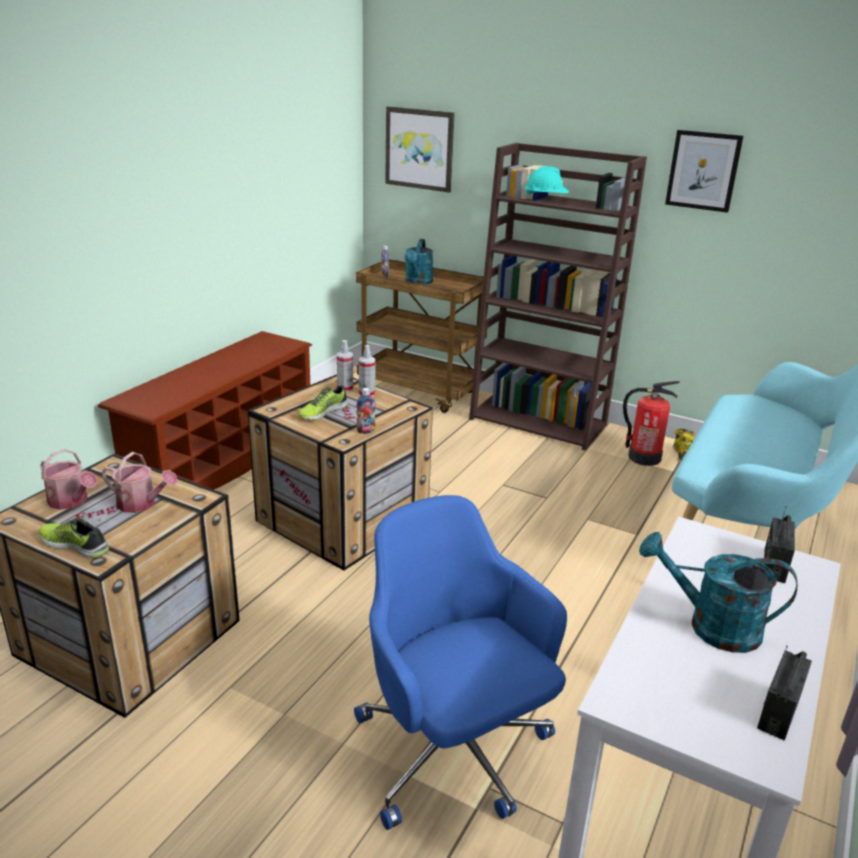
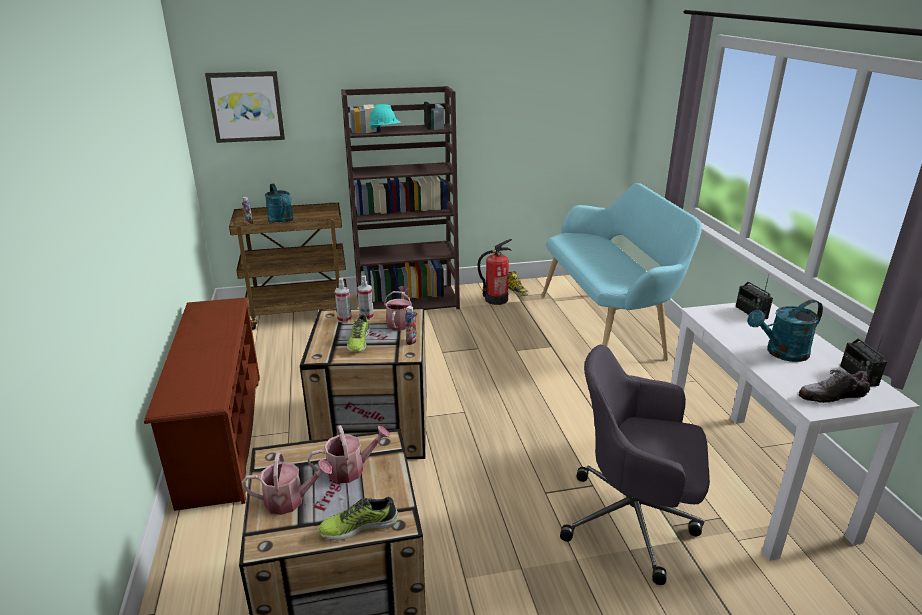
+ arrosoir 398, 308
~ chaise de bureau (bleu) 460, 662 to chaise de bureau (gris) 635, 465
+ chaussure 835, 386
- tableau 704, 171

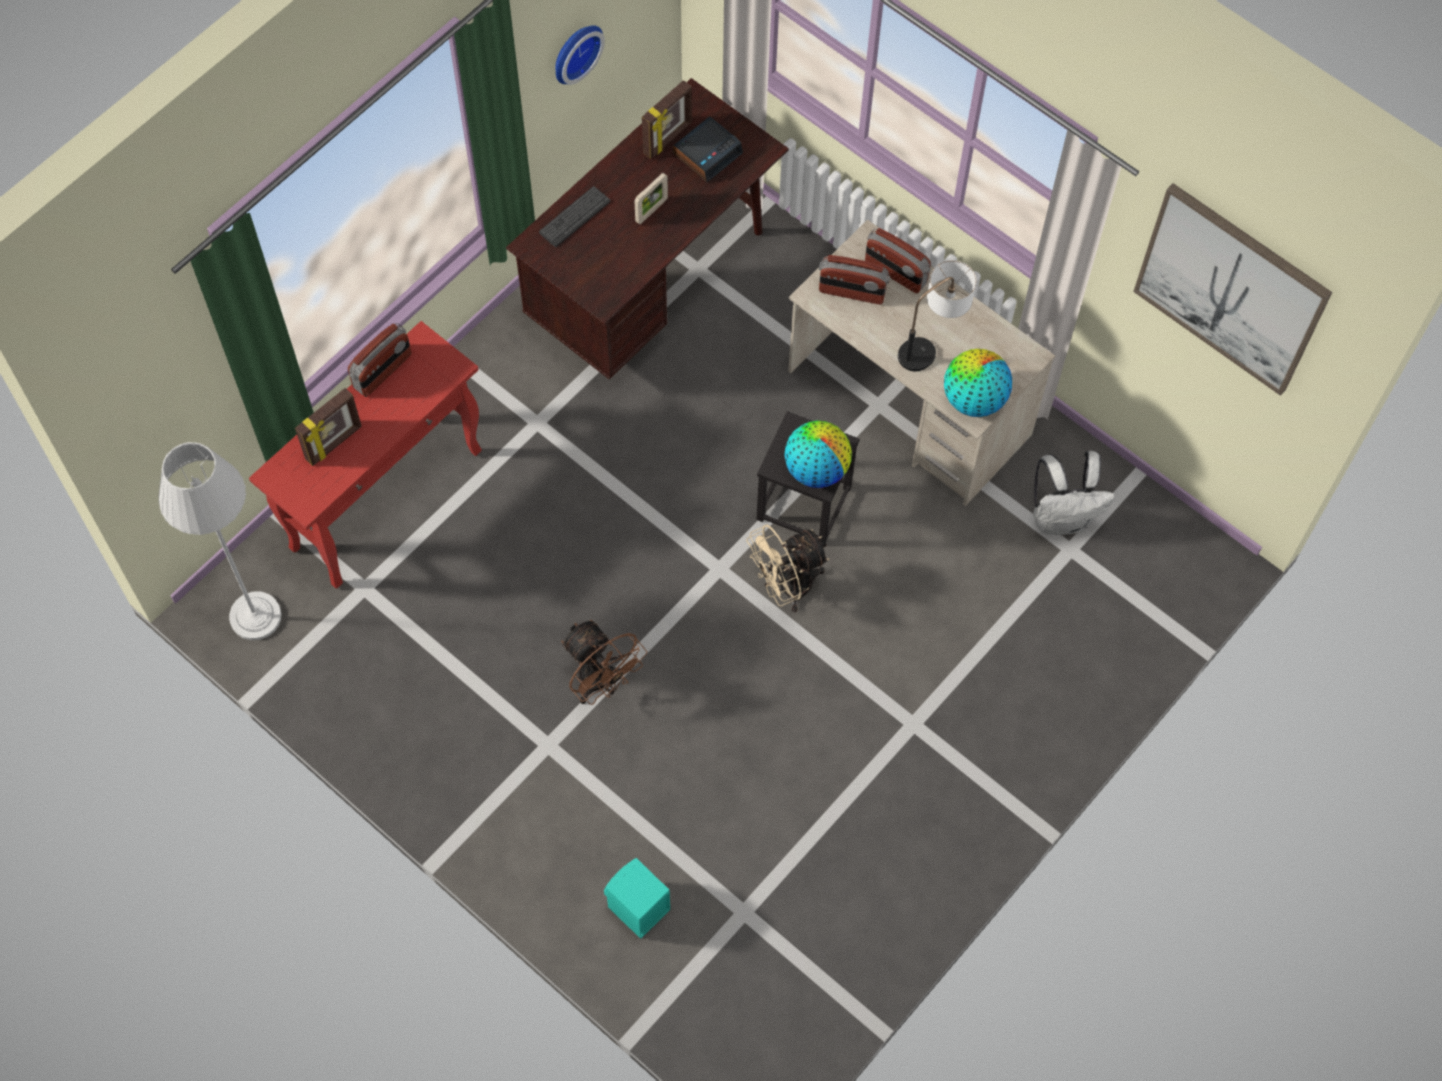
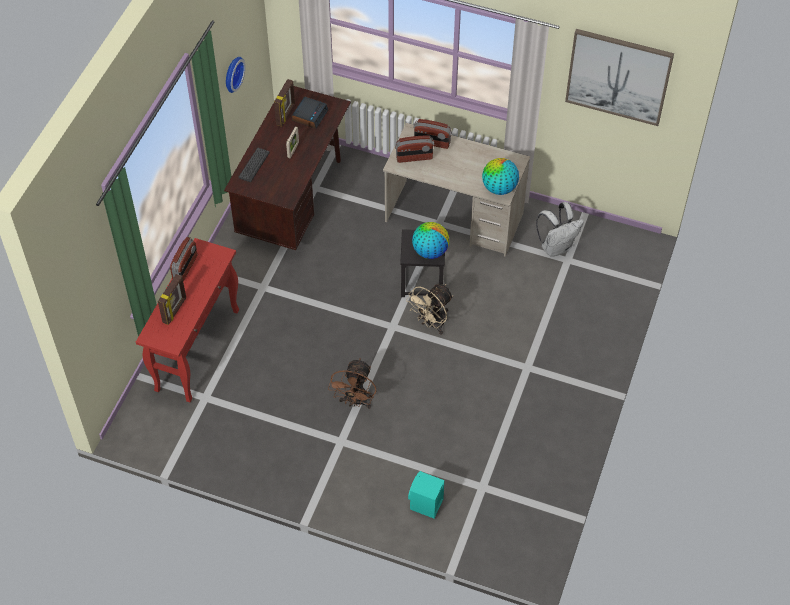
~ ventilateur (marron) 604, 662 = 352, 383 75 degrees clockwise
- lampadaire (gris) 220, 541
- lampe de table 937, 315

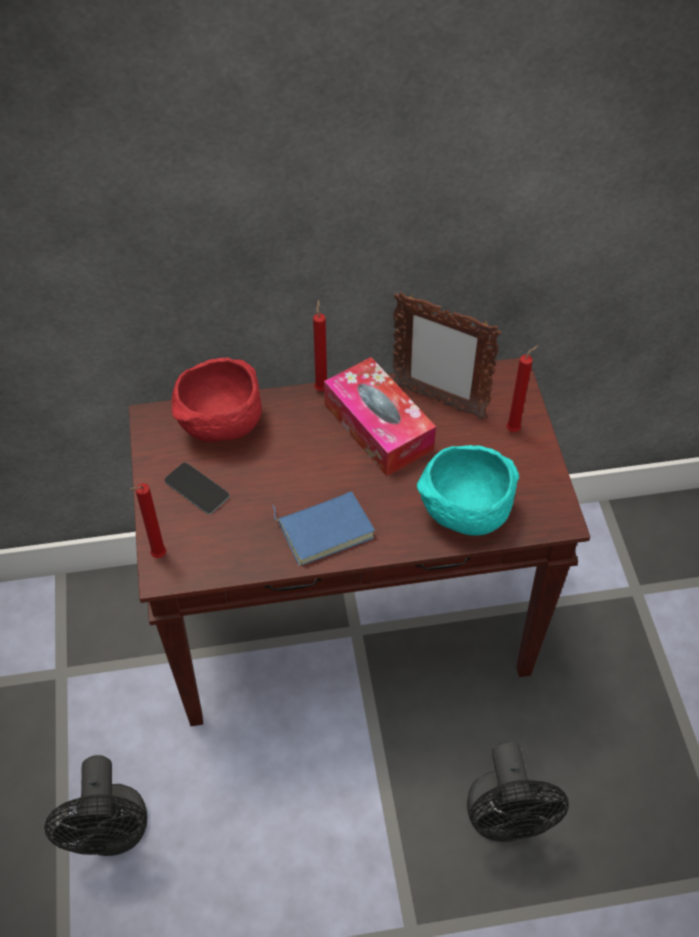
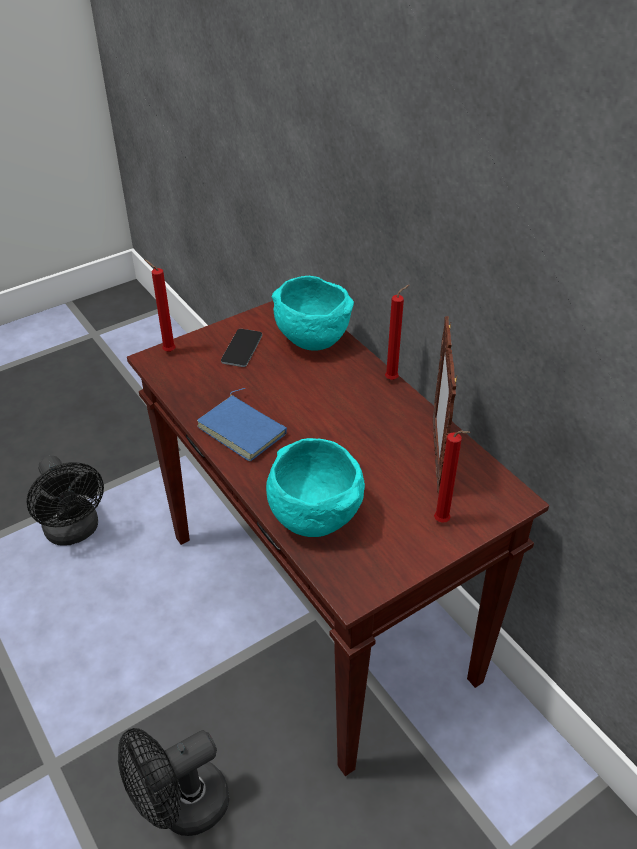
~ ventilateur (noir) 95, 805 = 65, 501 90 degrees counterclockwise
~ bol (rouge) 217, 400 to bol (turquoise) 313, 313
- boîte à mouchoirs 380, 417

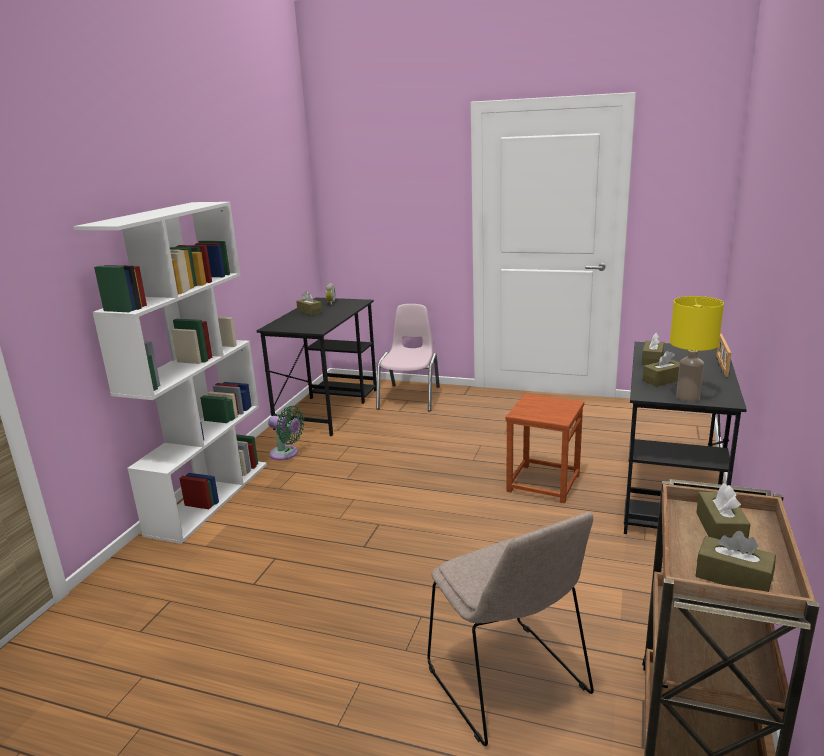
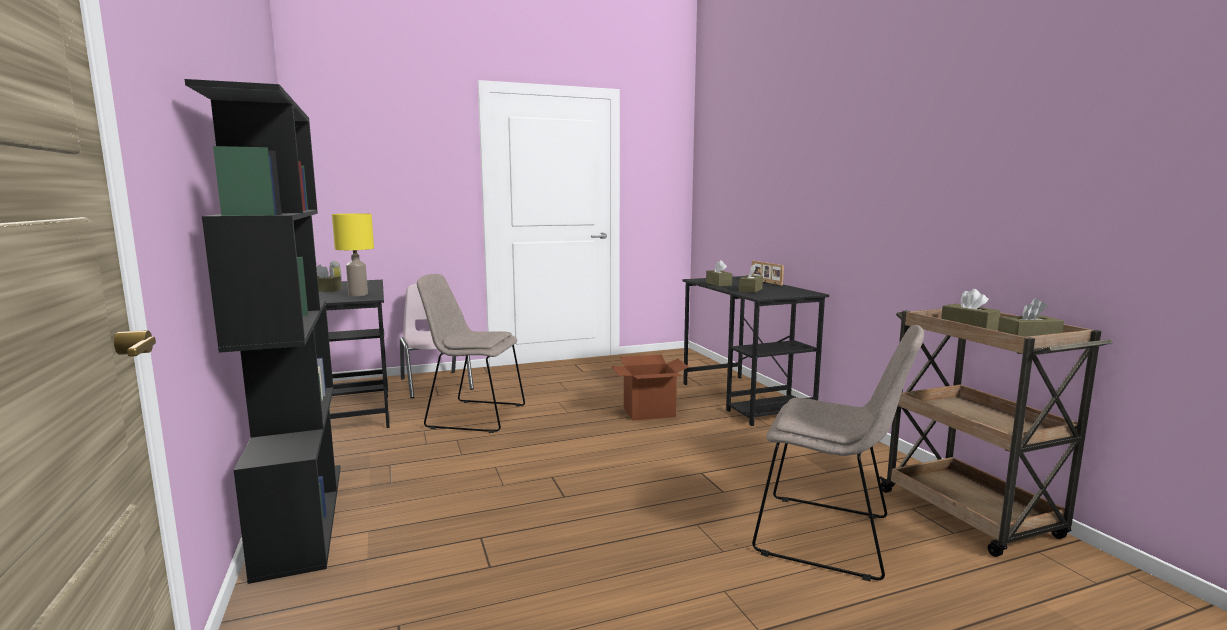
~ bibliothèque (blanc) 170, 373 to bibliothèque (noir) 263, 331
~ lampe de table (jaune) 697, 348 to 353, 255
+ chaise (beige) 471, 353
~ tabouret (marron) 544, 448 to carton 649, 388
- ventilateur (vert) 286, 433

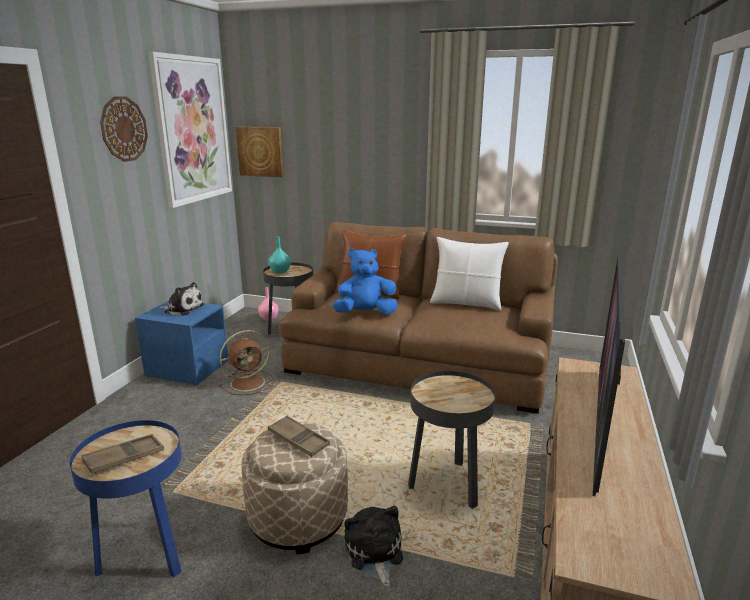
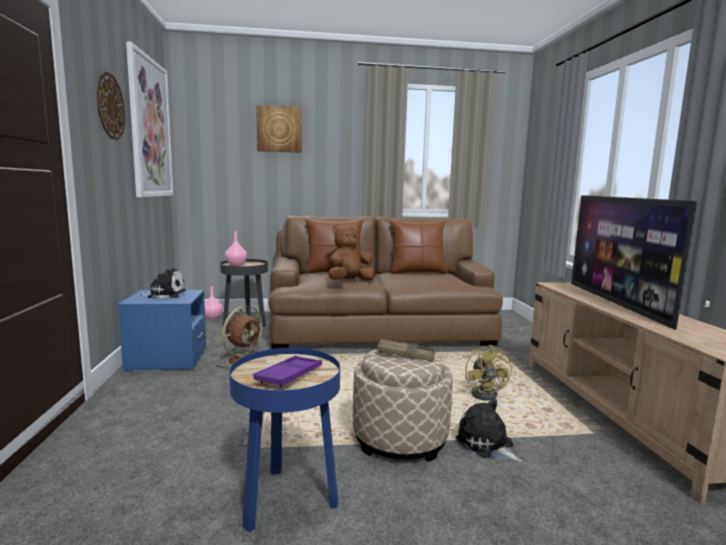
~ vase (turquoise) 279, 255 to vase (rose) 236, 248
~ plateau (marron) 122, 454 to plateau (violet) 287, 371
~ tableau 260, 152 to 279, 129
~ peluche (bleu) 365, 281 to peluche (marron) 352, 253
~ coussin (blanc) 469, 274 to coussin (marron) 418, 247
~ table d'appoint (noir) 452, 440 to ventilateur (jaune) 488, 373

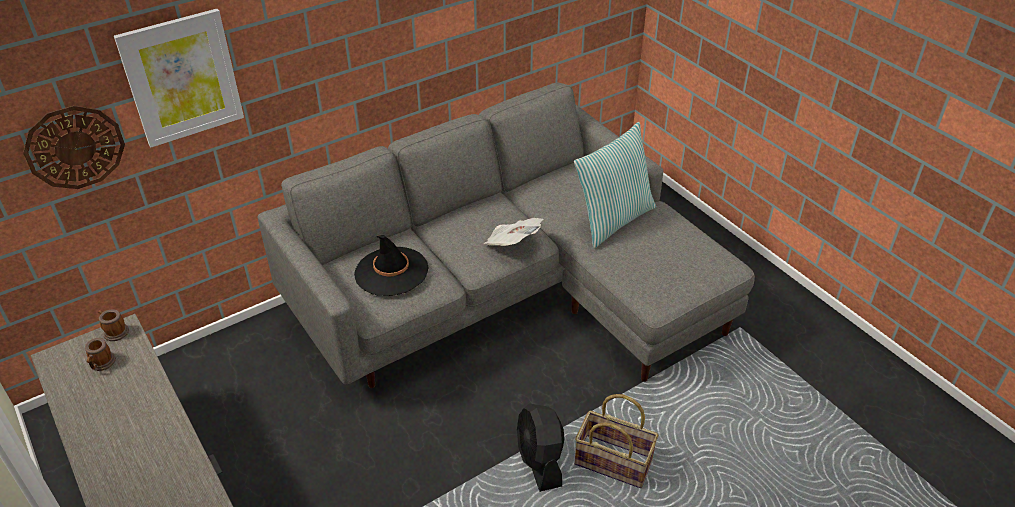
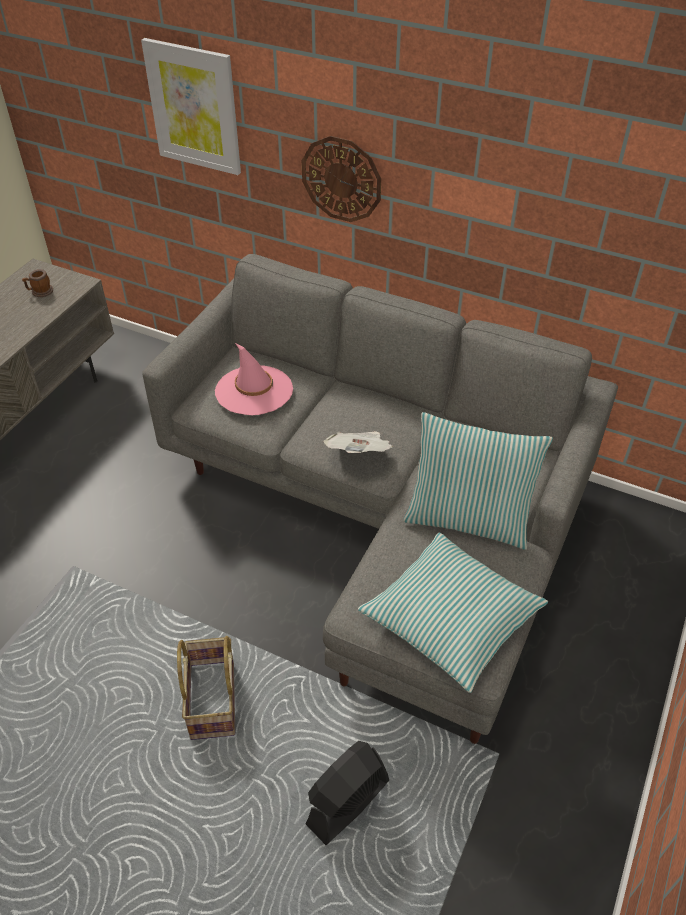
~ chapeau (noir) 391, 265 to chapeau (rose) 254, 379
~ horloge murale 74, 147 to 341, 179
~ ventilateur (noir) 541, 447 to 347, 793
+ coussin 453, 612
- mug 113, 325

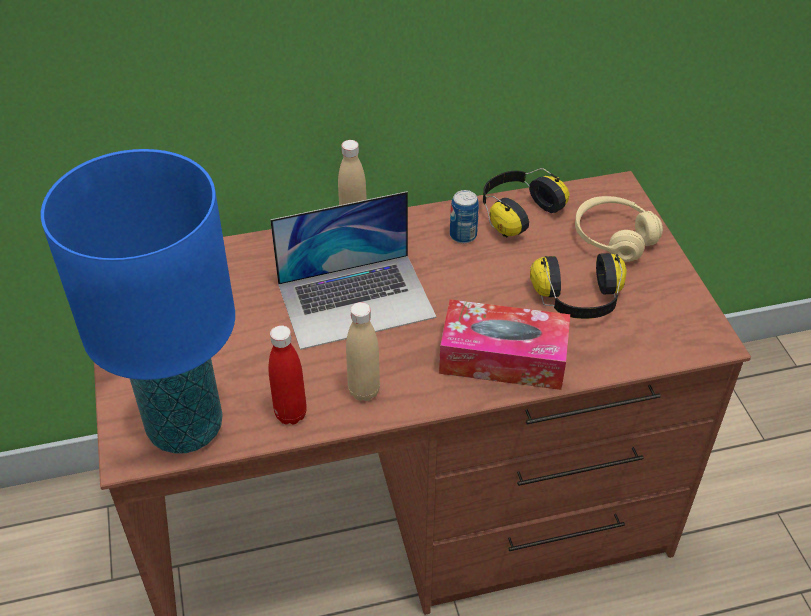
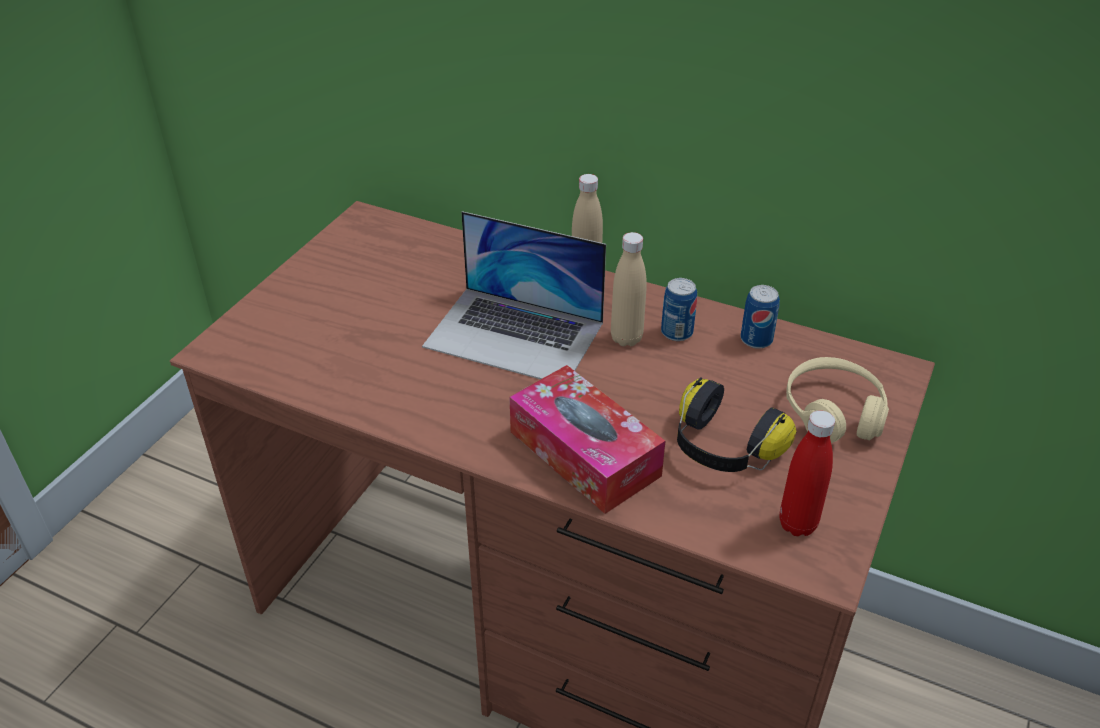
~ bouteille (beige) 363, 351 to 629, 289
~ casque audio 526, 202 to boîte métallique 760, 317
~ bouteille (rouge) 288, 375 to 807, 473
- lampe de table (bleu) 138, 301

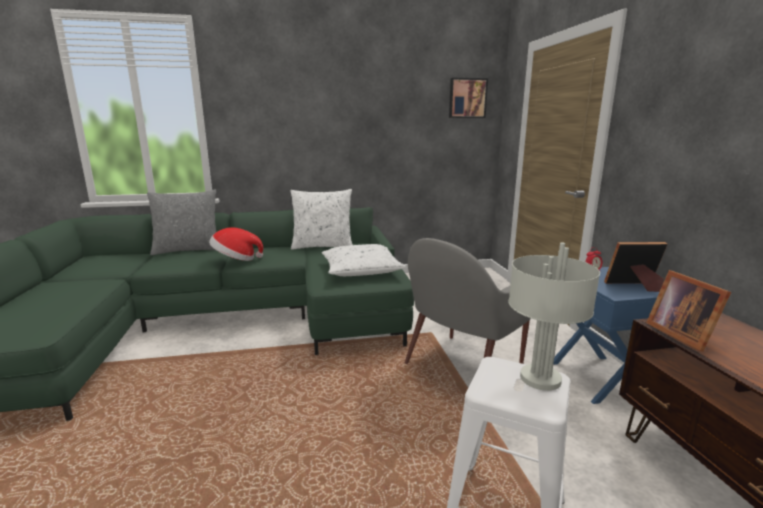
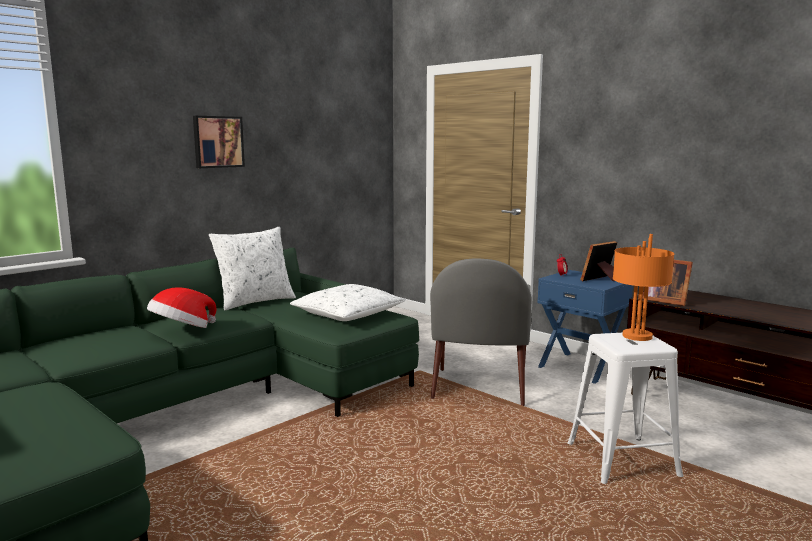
~ tableau 468, 98 to 219, 142
~ lampe de table (gris) 554, 317 to lampe de table (orange) 644, 287
- coussin (gris) 182, 222

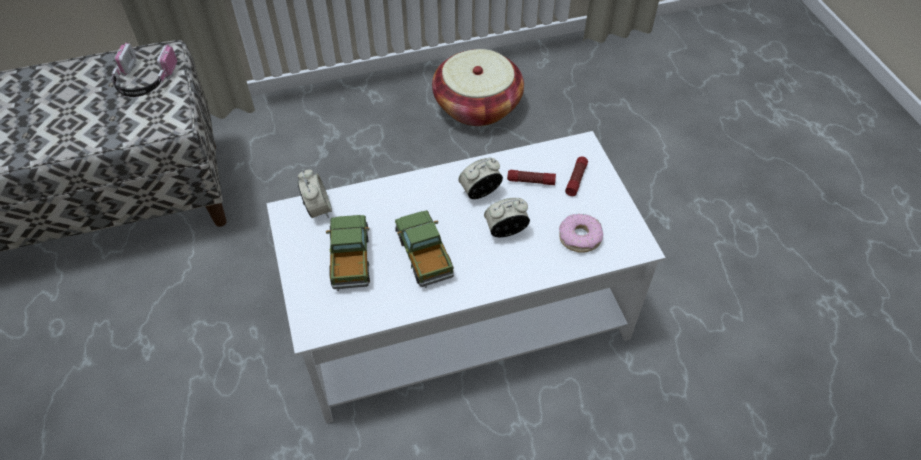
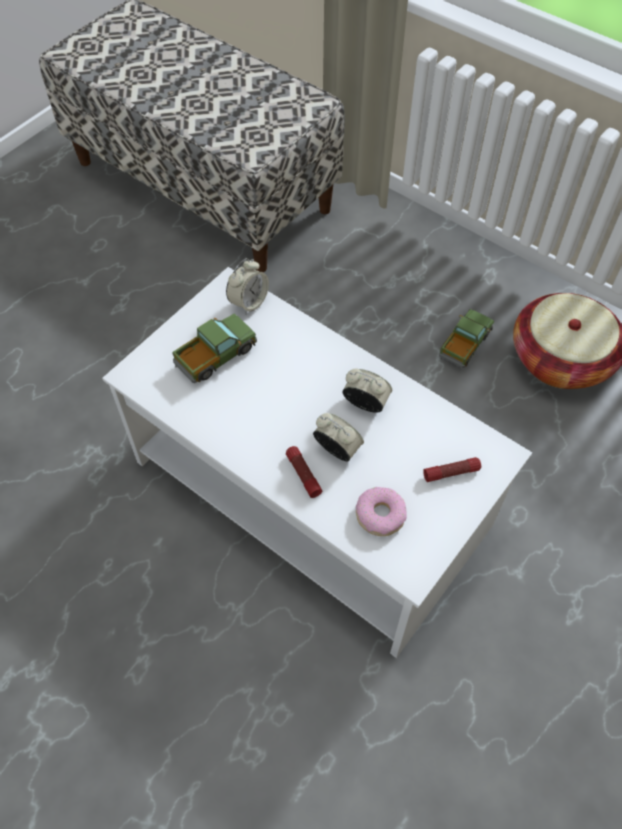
~ lampe de poche 531, 177 to 304, 472
~ camion jouet 424, 249 to 466, 338
- casque audio 144, 70

